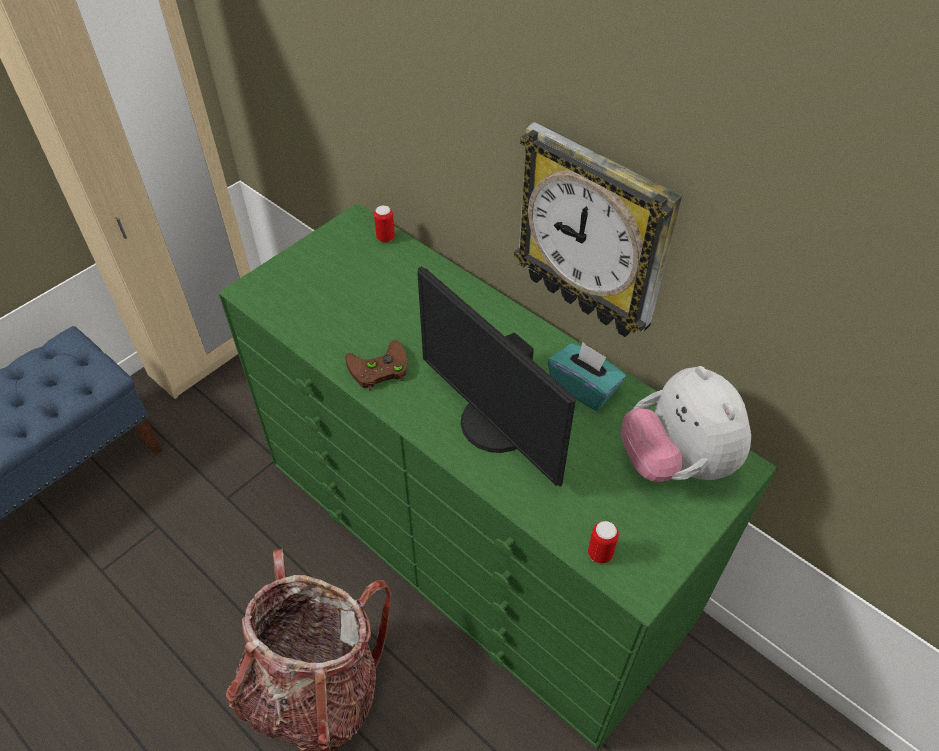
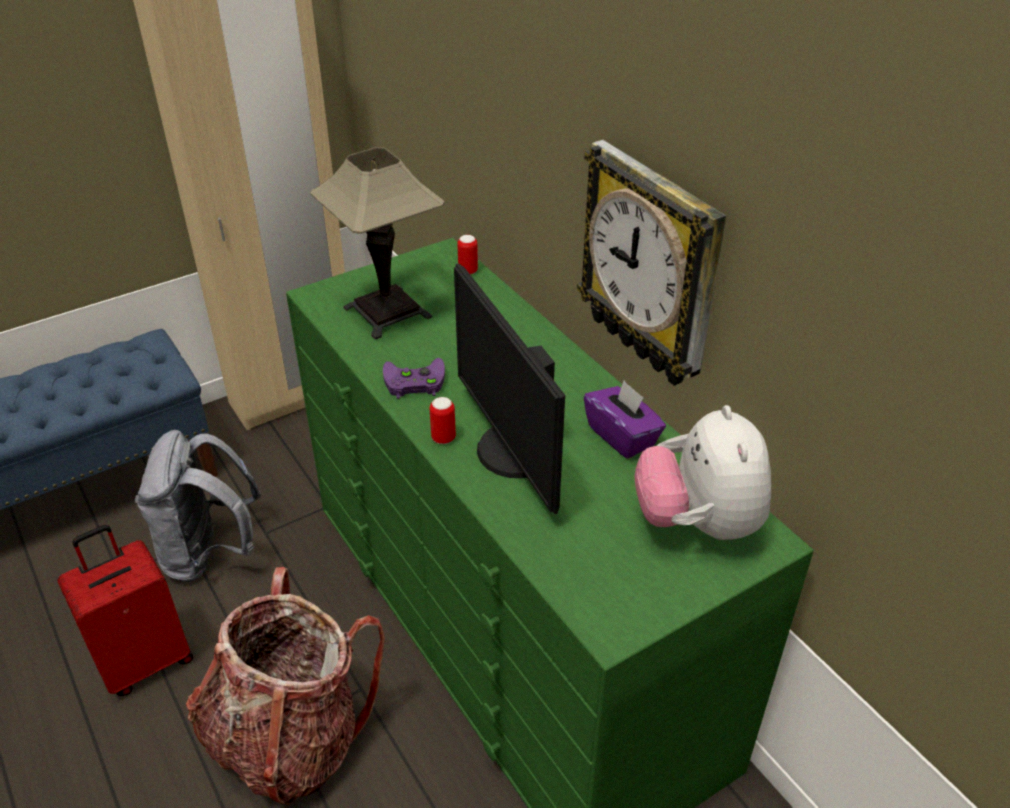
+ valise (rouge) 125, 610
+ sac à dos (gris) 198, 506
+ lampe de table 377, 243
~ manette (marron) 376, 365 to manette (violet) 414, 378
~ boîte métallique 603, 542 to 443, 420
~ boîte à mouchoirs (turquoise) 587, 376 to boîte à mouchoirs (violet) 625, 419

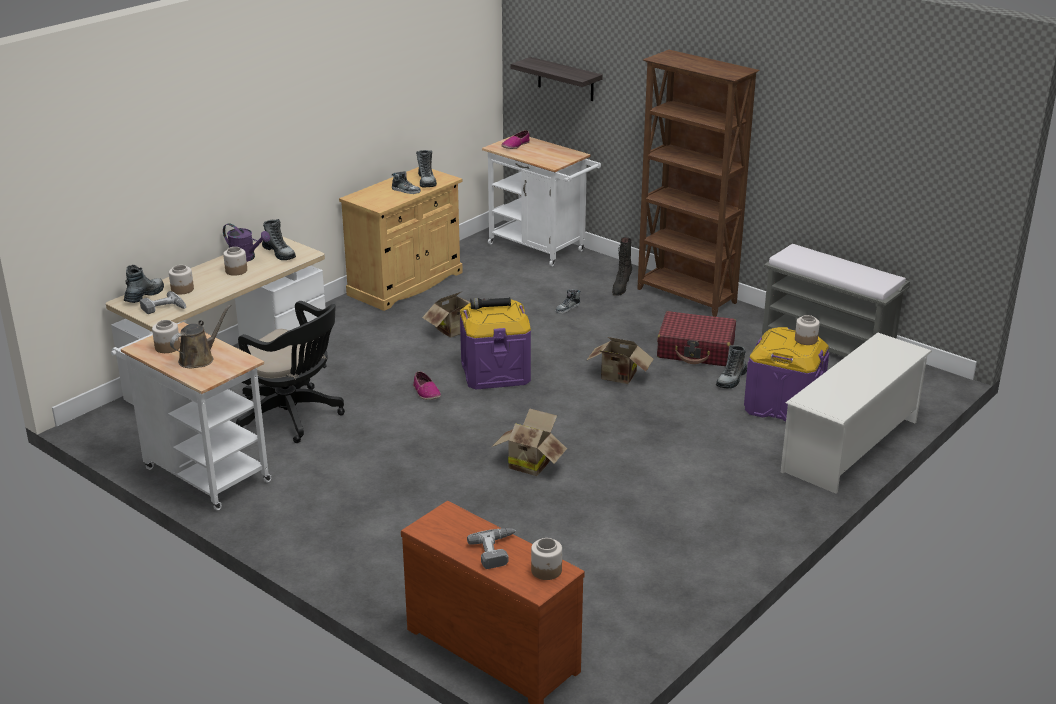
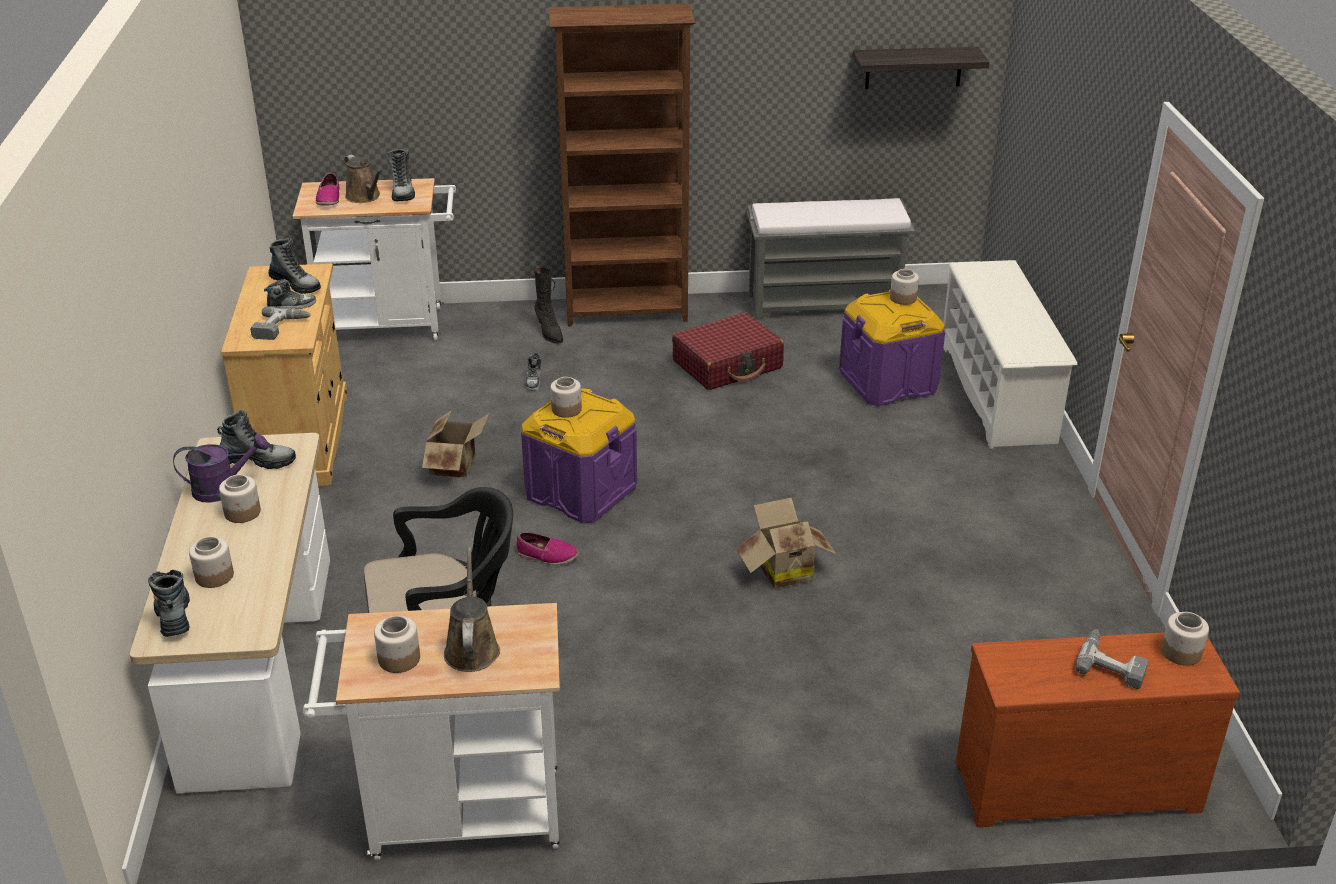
~ perceuse 163, 302 to 280, 323
+ arrosoir (marron) 363, 179
~ botte 731, 367 to 401, 175
~ lampe de poche (noir) 491, 303 to bocal 566, 397
~ étagère 557, 79 to 920, 68
- carton 620, 360

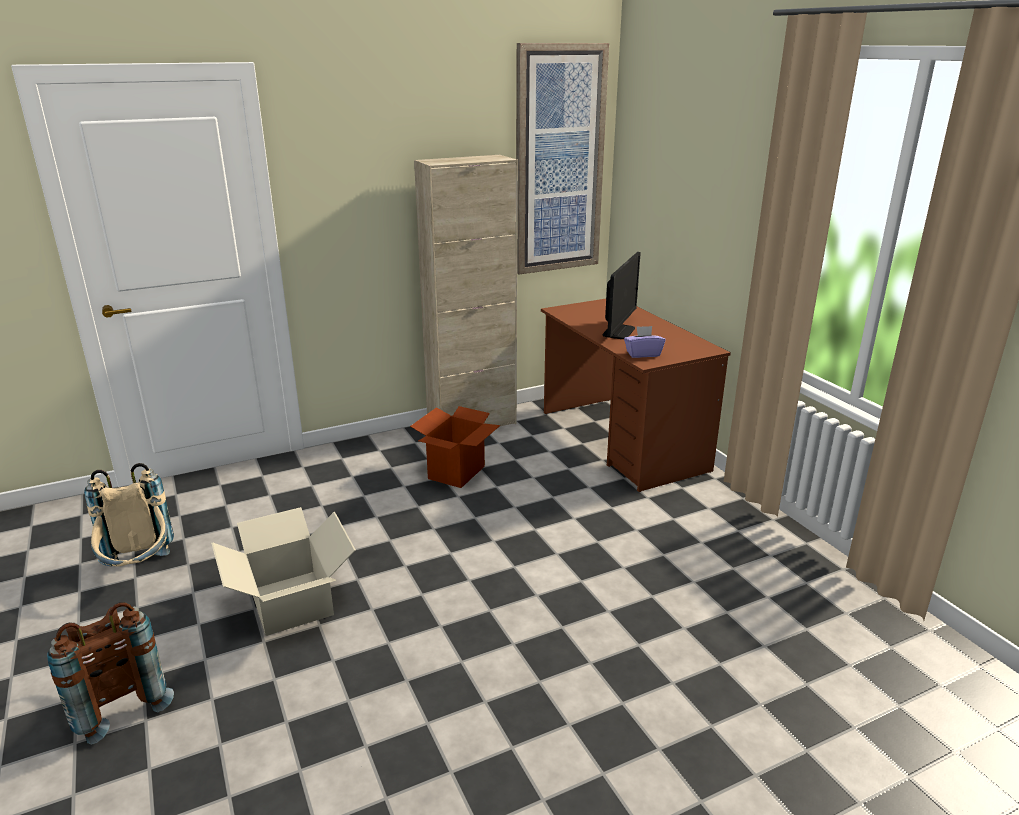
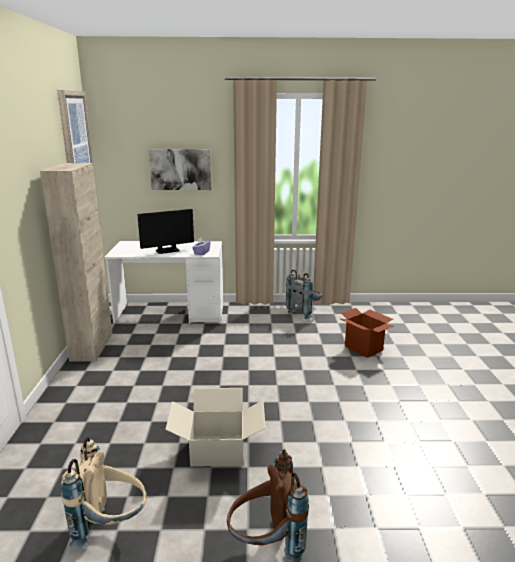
~ bureau (marron) 636, 395 to bureau (blanc) 164, 282
~ écran d'ordinateur 621, 295 = 166, 231 105 degrees clockwise
+ tableau 180, 169
+ sac à dos (gris) 304, 294
~ carton 455, 447 to 367, 333

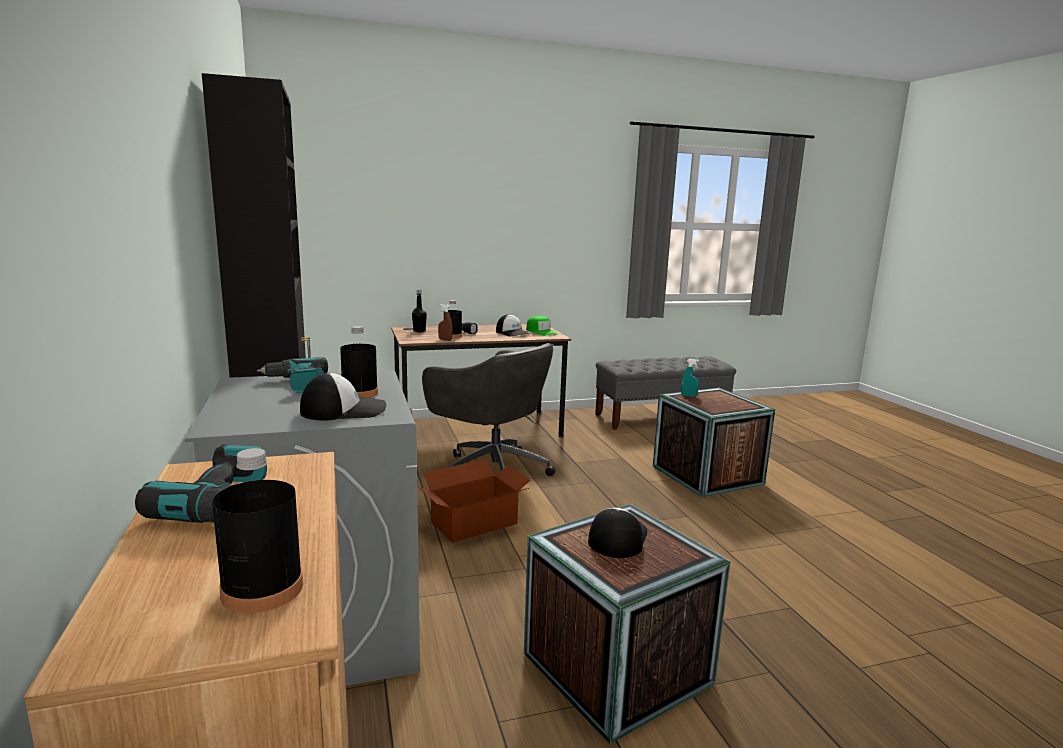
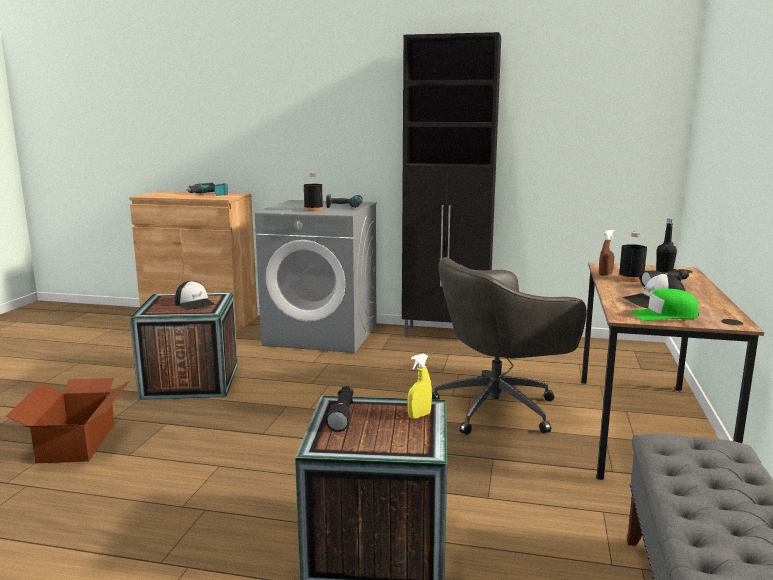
~ carton 474, 501 to 67, 420
+ lampe de poche (noir) 340, 409
~ vaporisateur (turquoise) 690, 378 to vaporisateur (jaune) 419, 386
- bouteille (noir) 257, 530
- casquette 343, 396

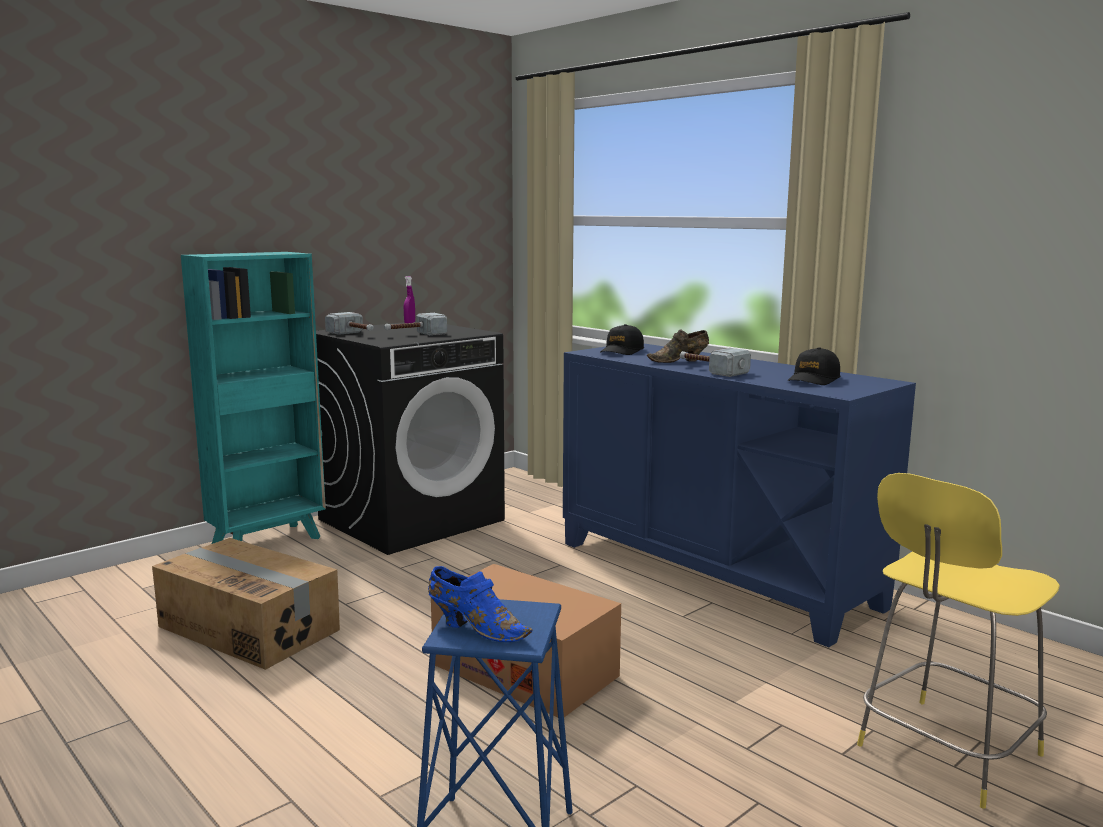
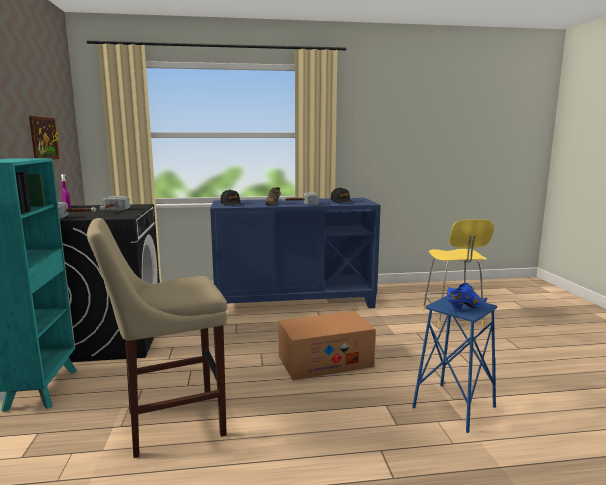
+ tableau 44, 138
~ carton 246, 604 to tabouret (beige) 157, 338

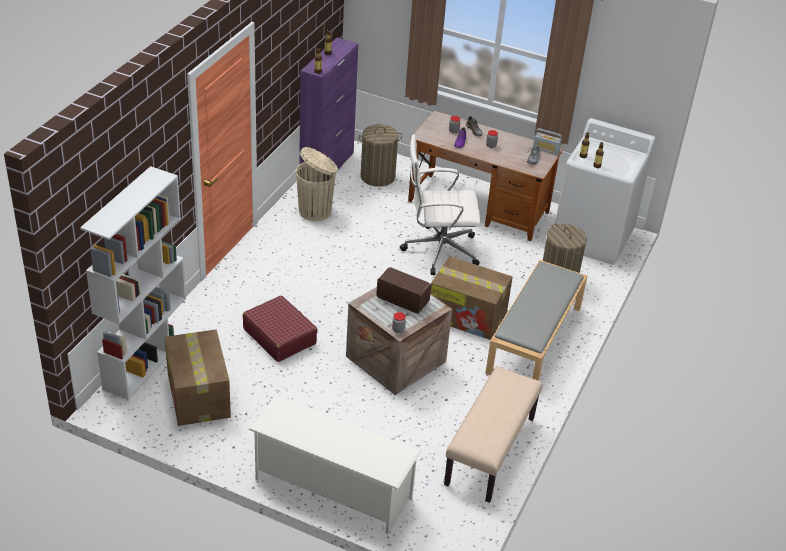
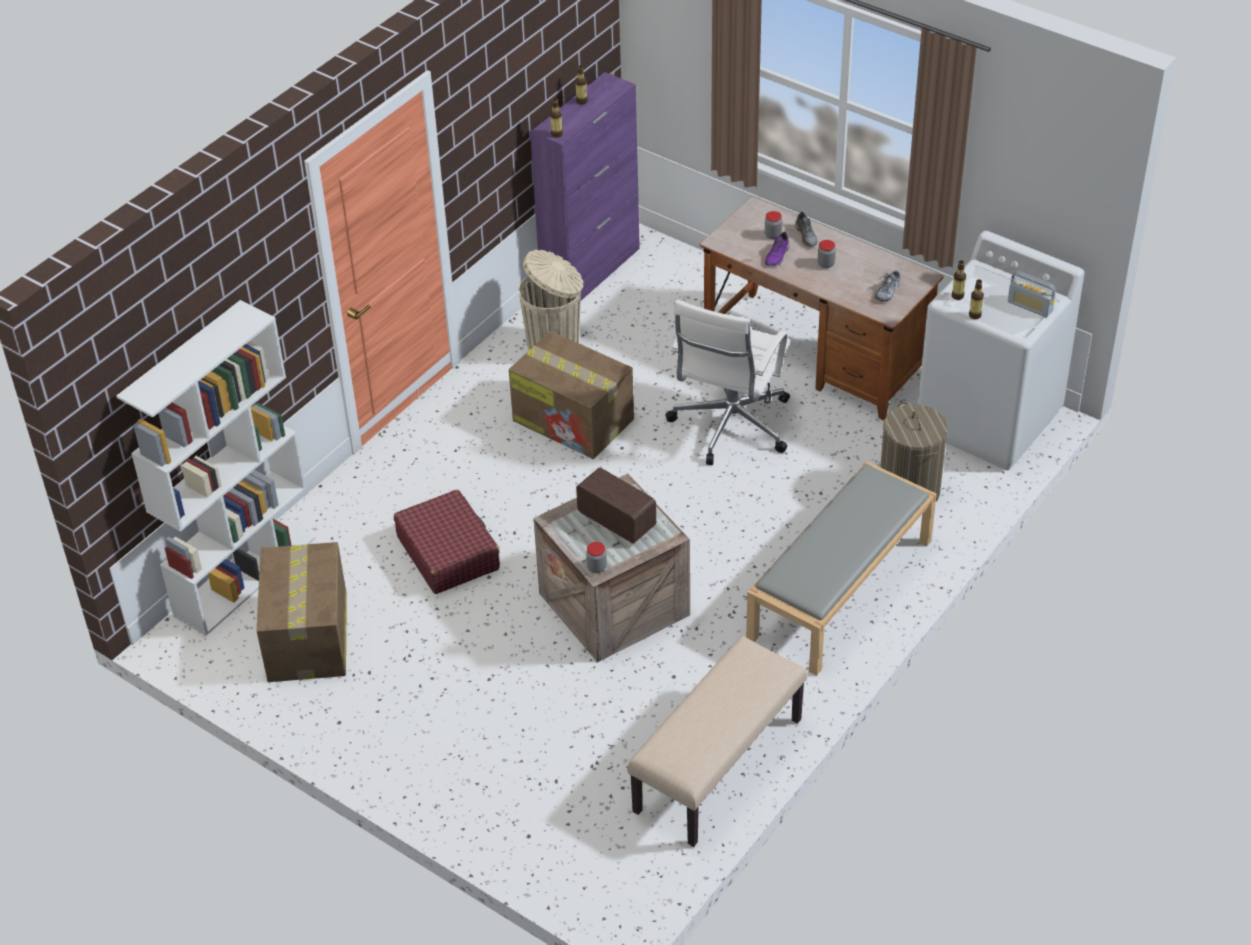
~ carton 471, 298 to 571, 395
~ chaise de bureau (blanc) 440, 204 = 728, 382 75 degrees counterclockwise
~ radio 547, 141 to 1032, 294
- étagère à chaussures (blanc) 334, 464
- panier à linge 380, 155

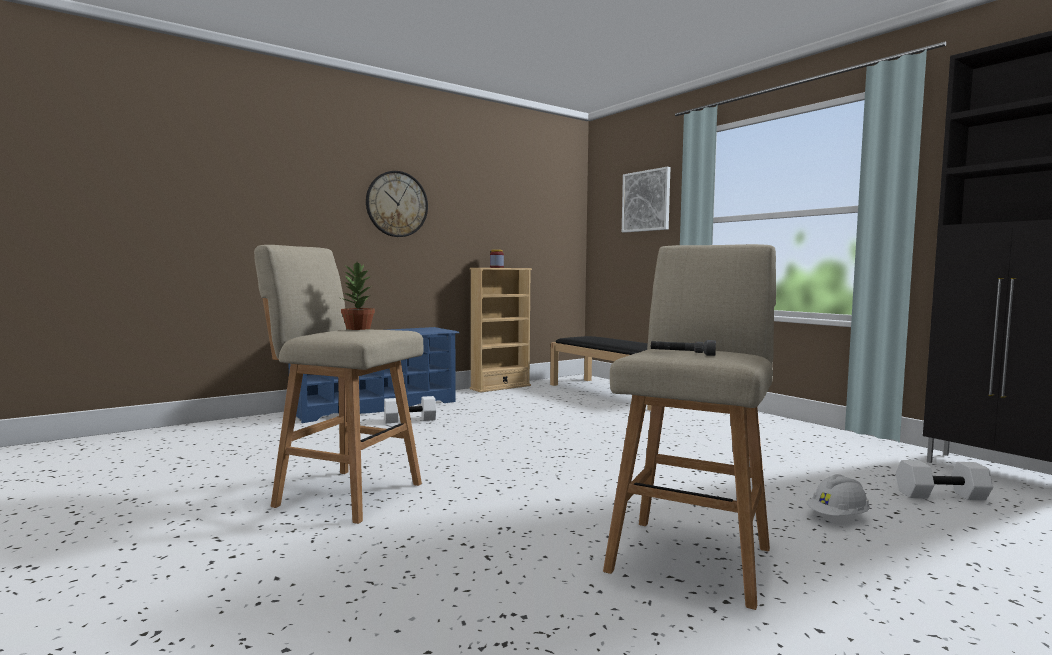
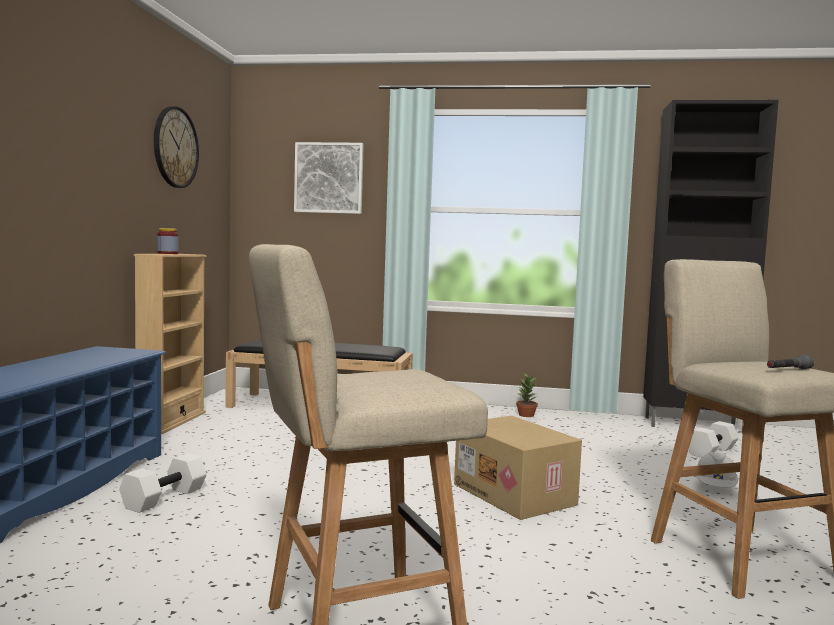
~ horloge murale 397, 204 to 176, 147
+ carton 518, 468
~ plante en pot 358, 296 to 527, 395

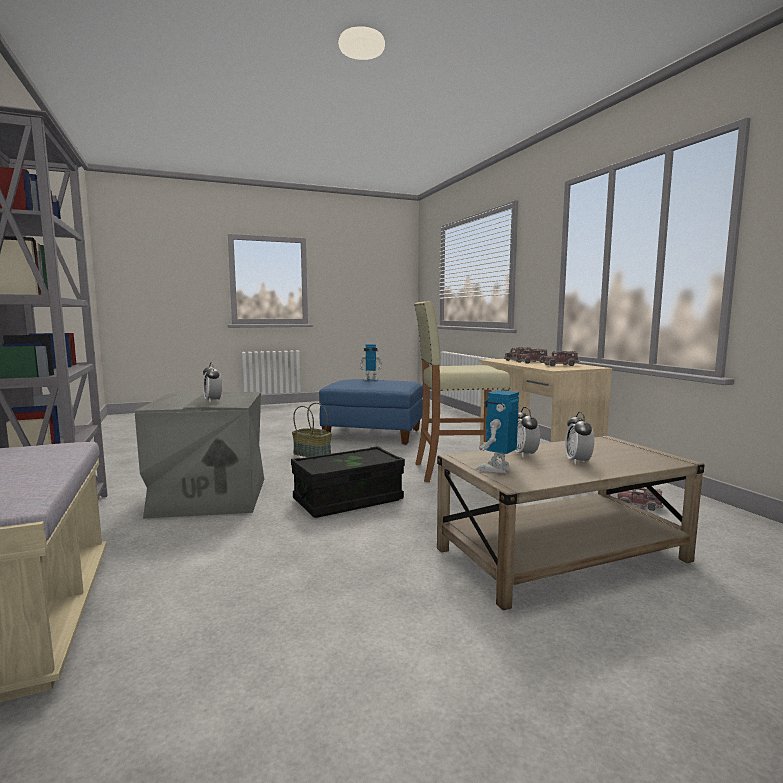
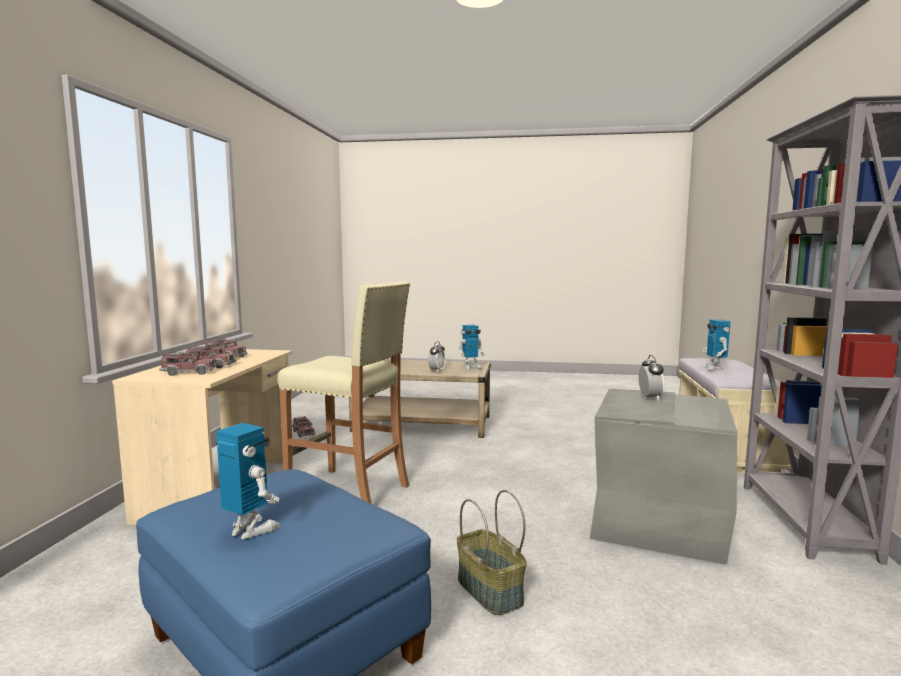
+ robot jouet 715, 345
- boîte de rangement (noir) 348, 482
- réveil 579, 438

